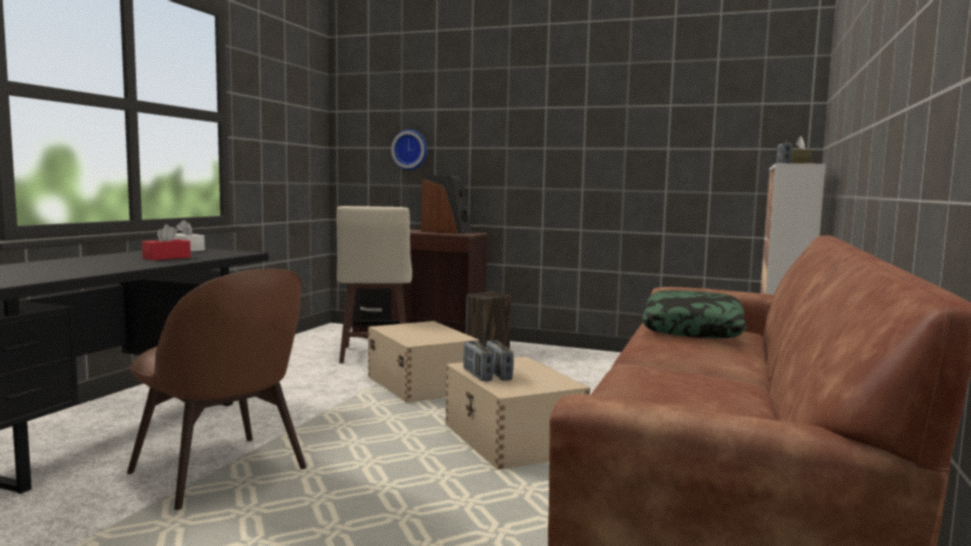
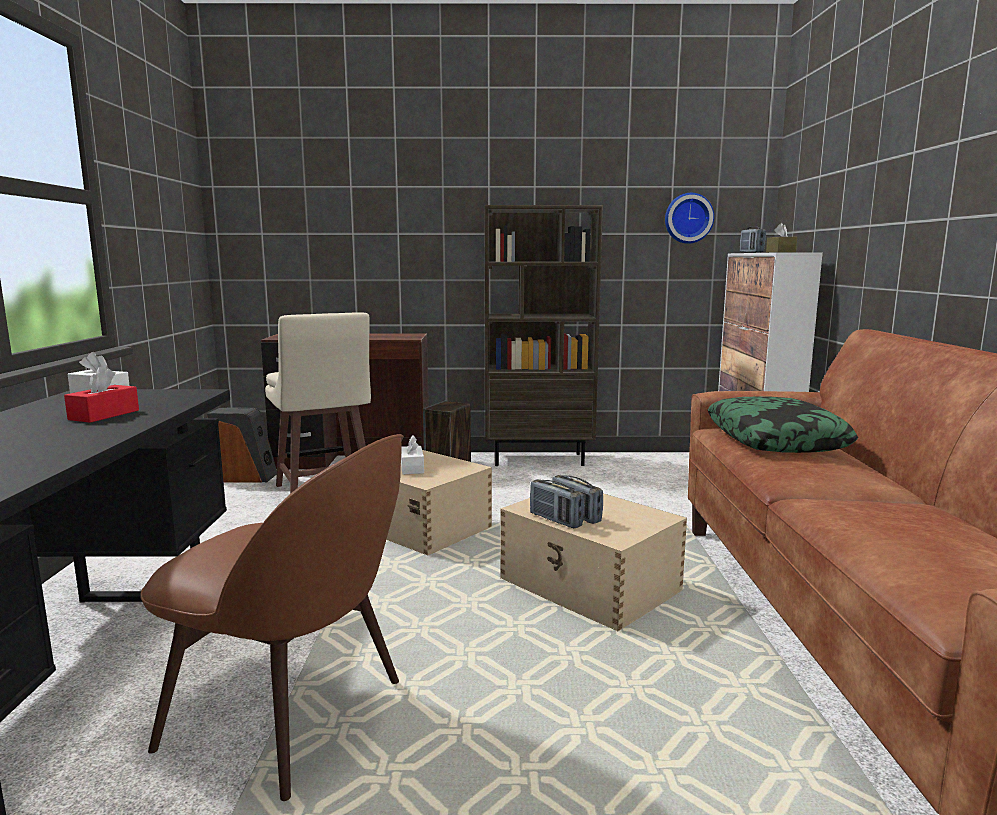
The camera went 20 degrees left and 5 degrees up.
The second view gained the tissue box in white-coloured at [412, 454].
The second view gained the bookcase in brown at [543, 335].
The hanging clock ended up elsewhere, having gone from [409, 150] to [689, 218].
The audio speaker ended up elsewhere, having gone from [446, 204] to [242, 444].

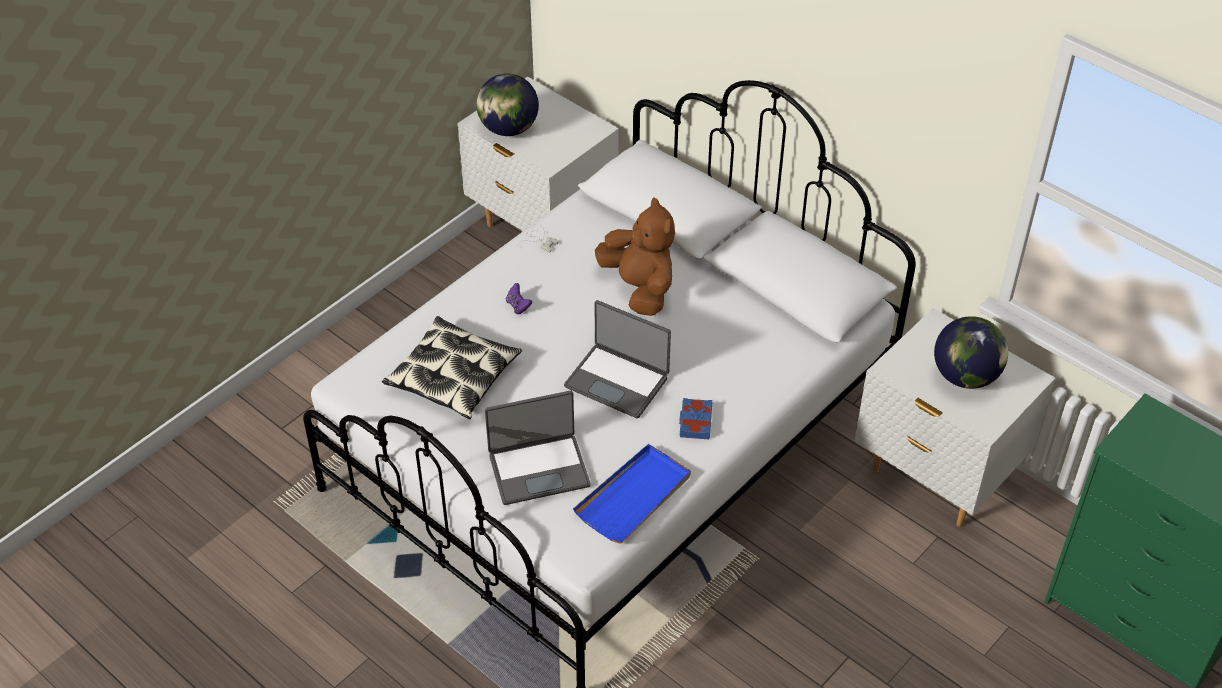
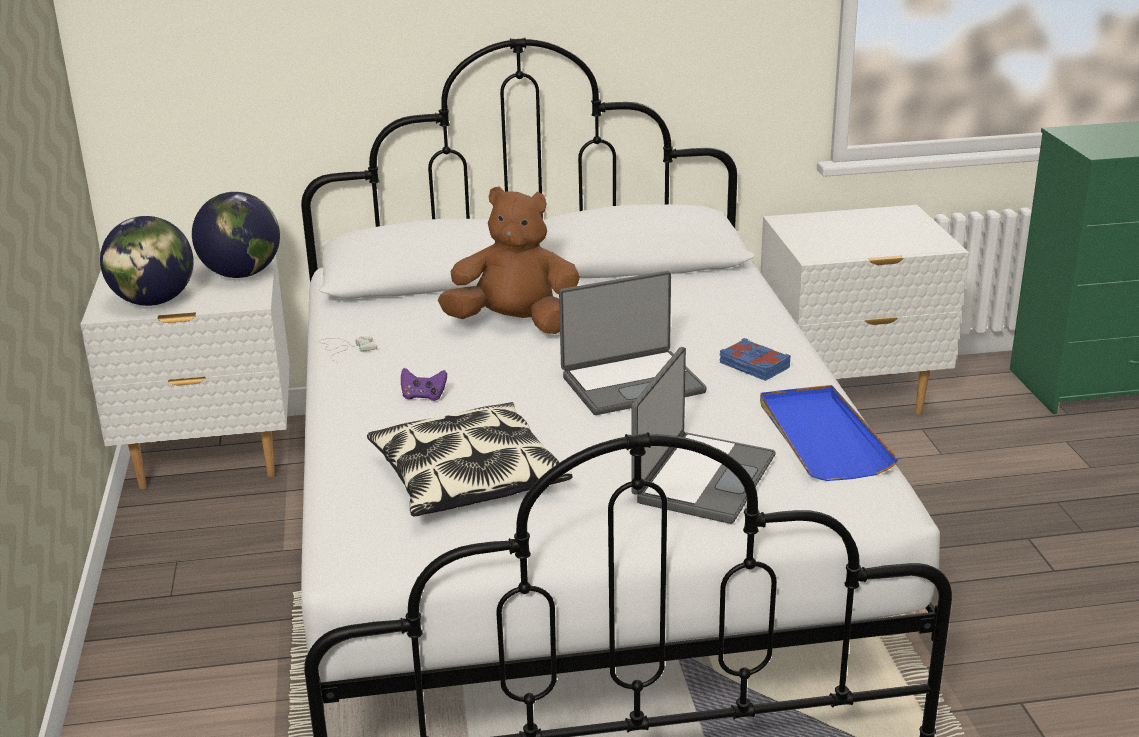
The camera went 50 degrees left and 20 degrees down.
The globe ended up elsewhere, having gone from [971, 352] to [236, 235].

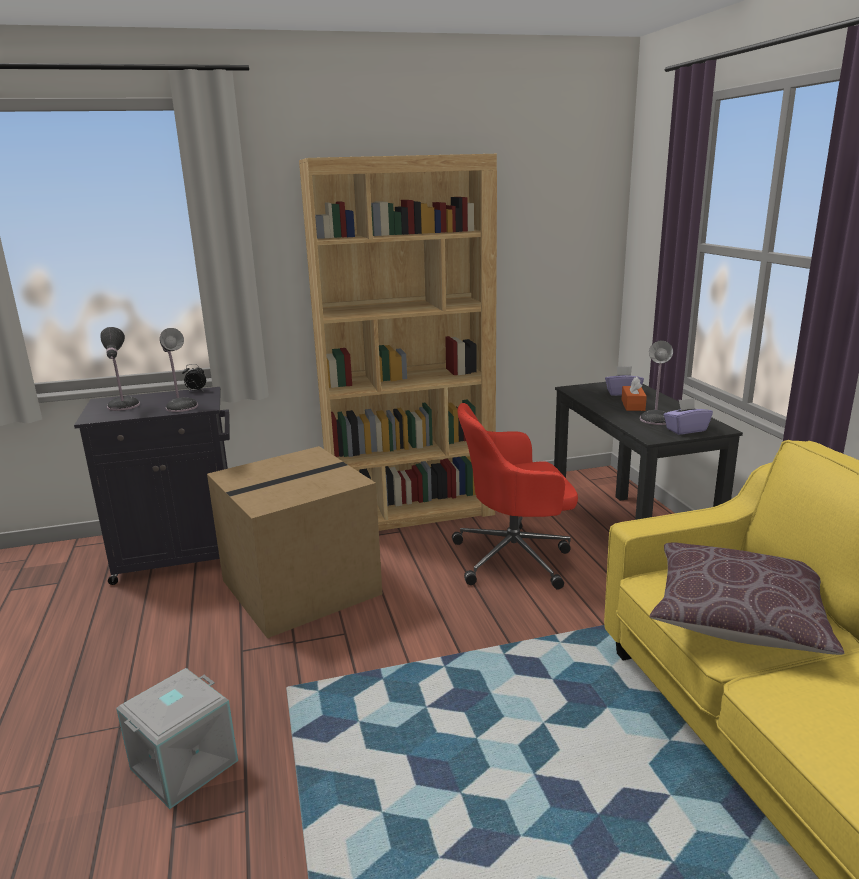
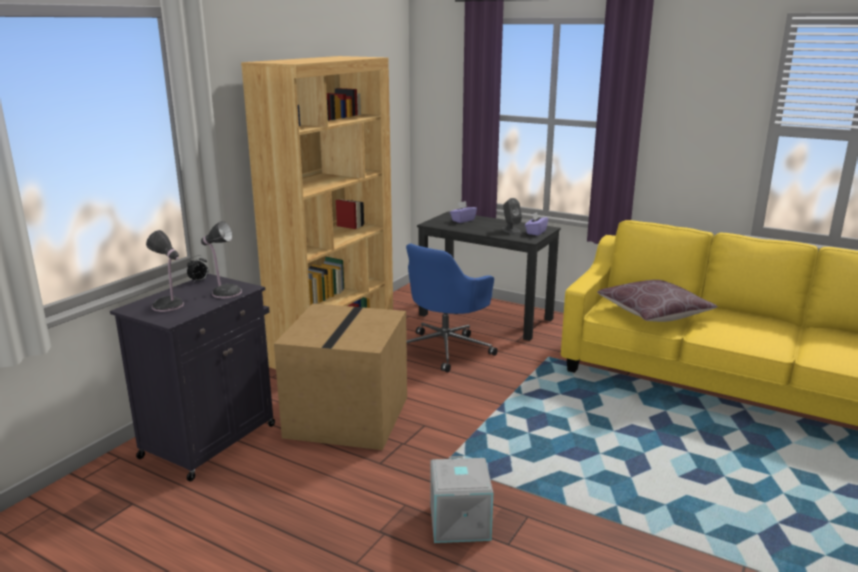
The camera went 45 degrees left and 0 degrees up.
The second view lost the tissue box in orangey at [634, 394].
Where the table lamp stood at [656, 382], the audio speaker in grey came to stand at [512, 216].
What was the desk chair in reddish at [515, 496] turned into the desk chair in bluish at [452, 308].

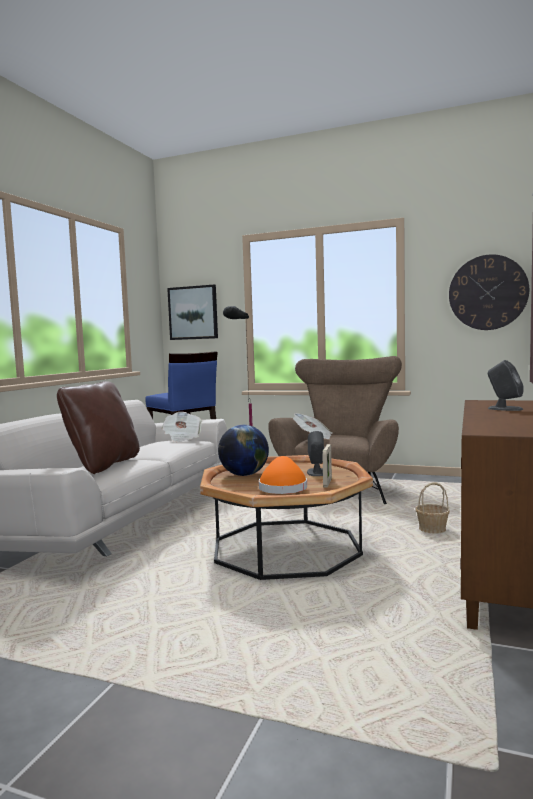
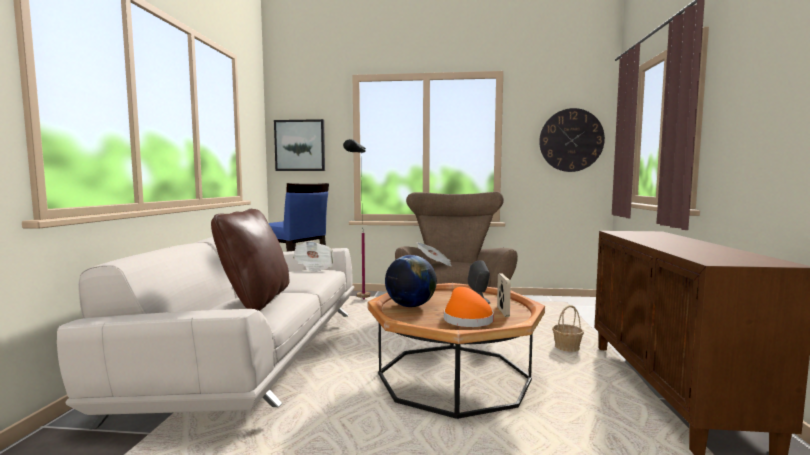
The camera went 15 degrees left and 0 degrees up.
The second view lost the audio speaker in grey at [505, 385].

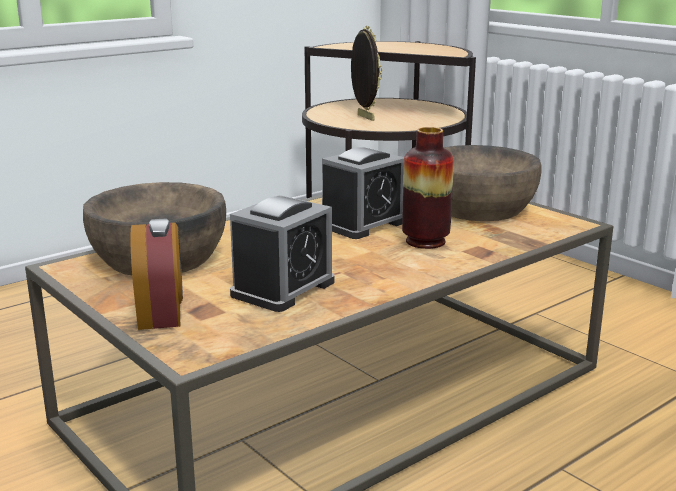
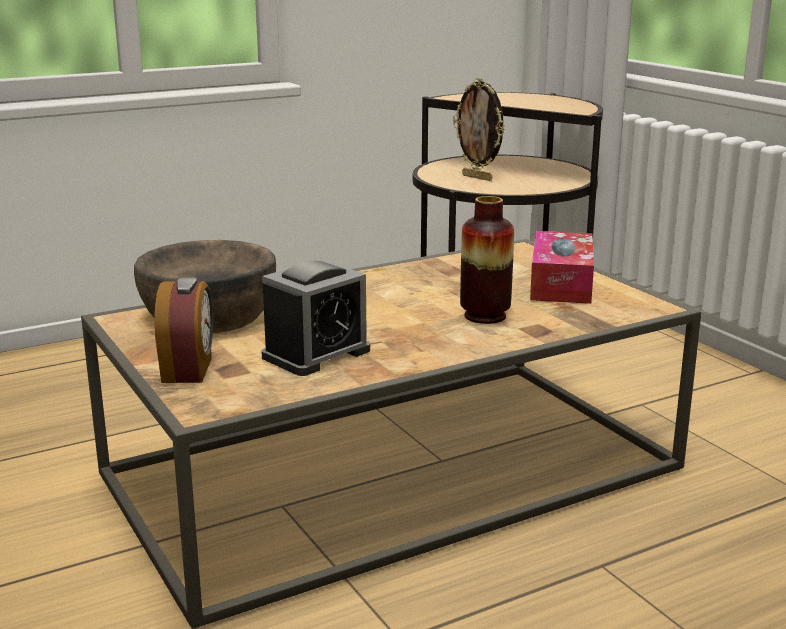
The camera went 10 degrees right and 0 degrees up.
The second view lost the bedside clock at [363, 193].
Where the serving bowl in brown stood at [492, 183], the tissue box came to stand at [562, 267].
The standing frame at [366, 73] ended up facing another way, 150 degrees clockwise from before.

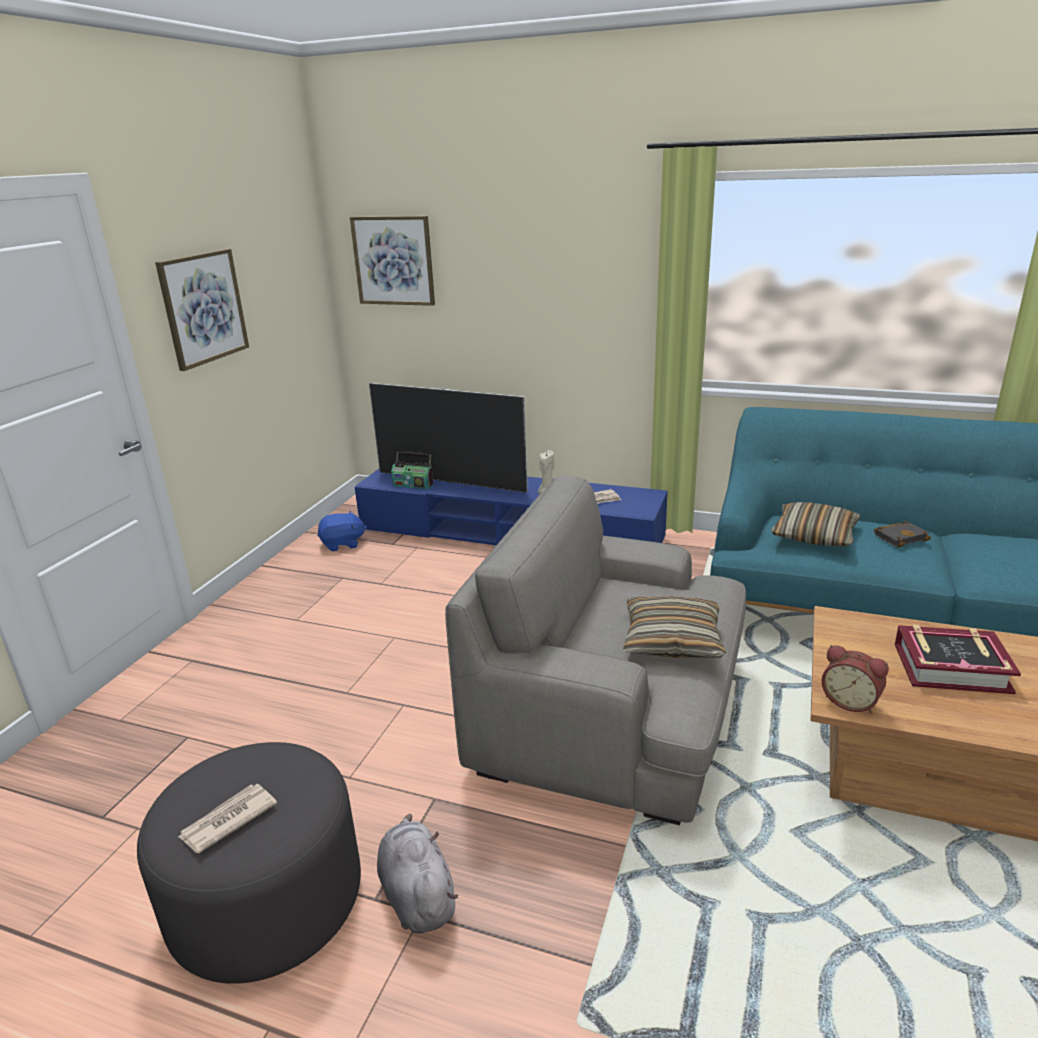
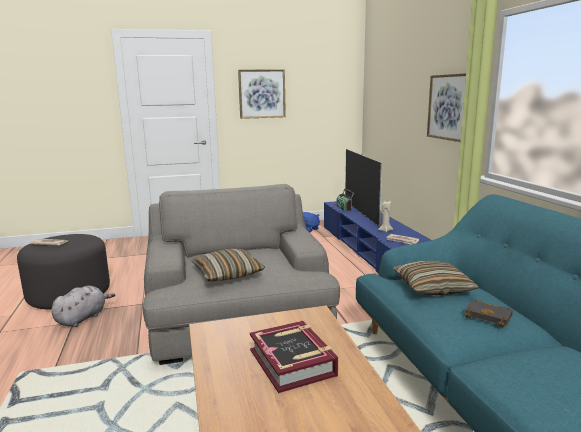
The camera went 55 degrees right and 10 degrees down.
The second view lost the bedside clock at [855, 679].
The wall picture ended up elsewhere, having gone from [392, 261] to [446, 107].

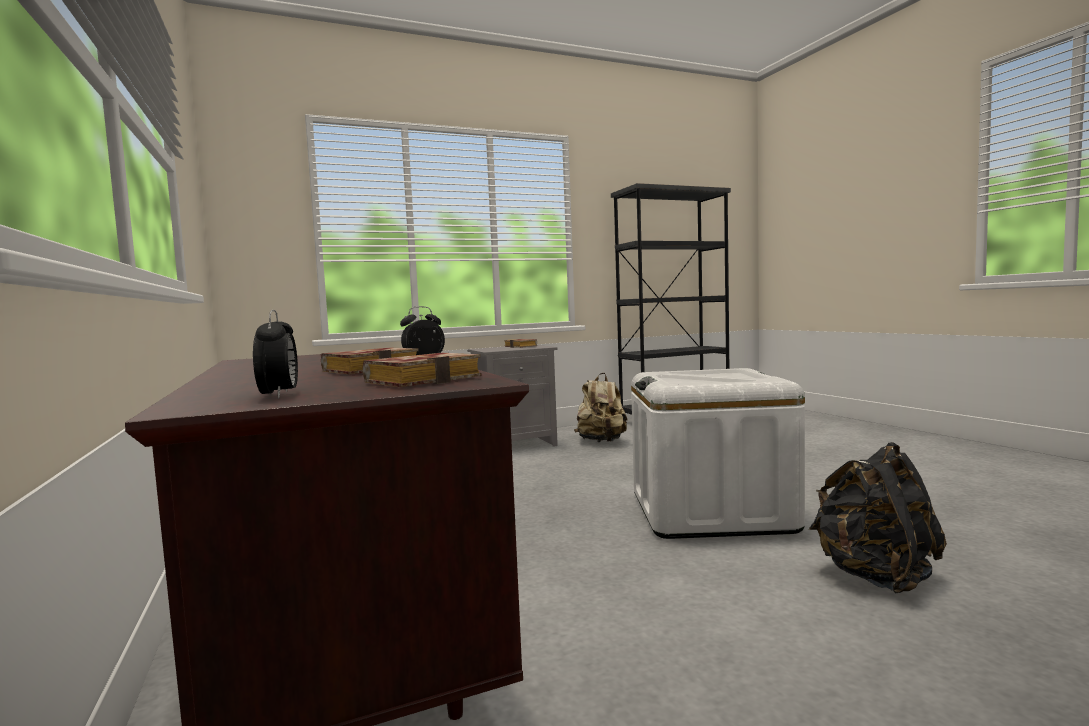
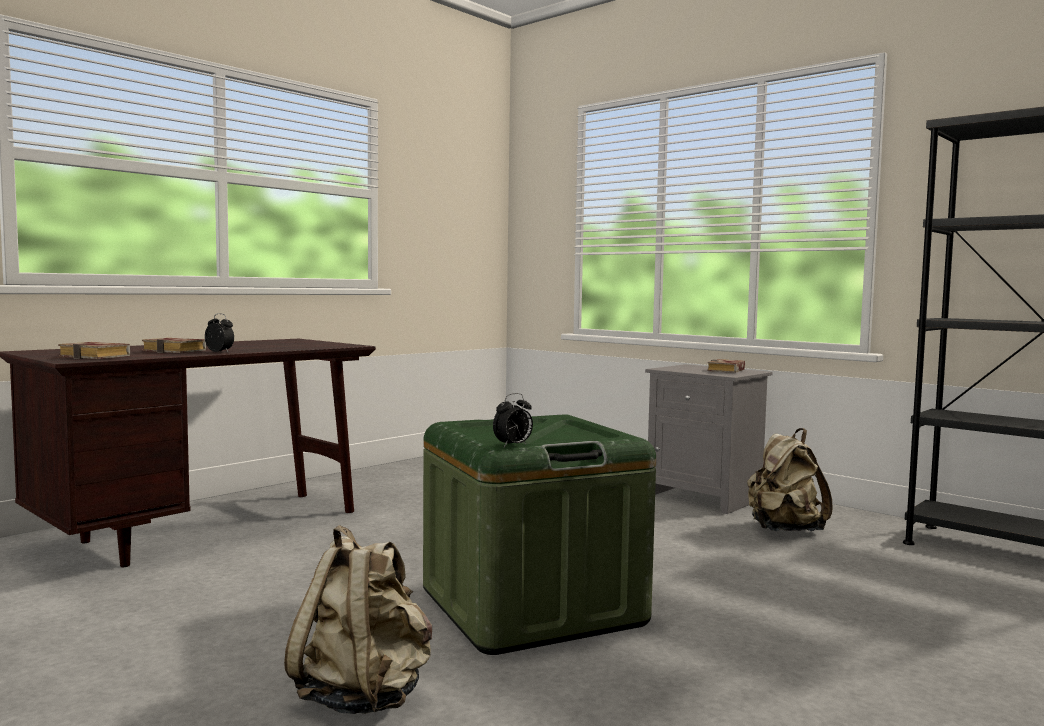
The camera went 65 degrees right and 0 degrees up.
The bedside clock ended up elsewhere, having gone from [275, 354] to [513, 420].
What was the storage container in white-coloured at [718, 453] turned into the storage container in green at [539, 534].
What was the backpack in black at [878, 518] turned into the backpack in beige-coloured at [358, 619].

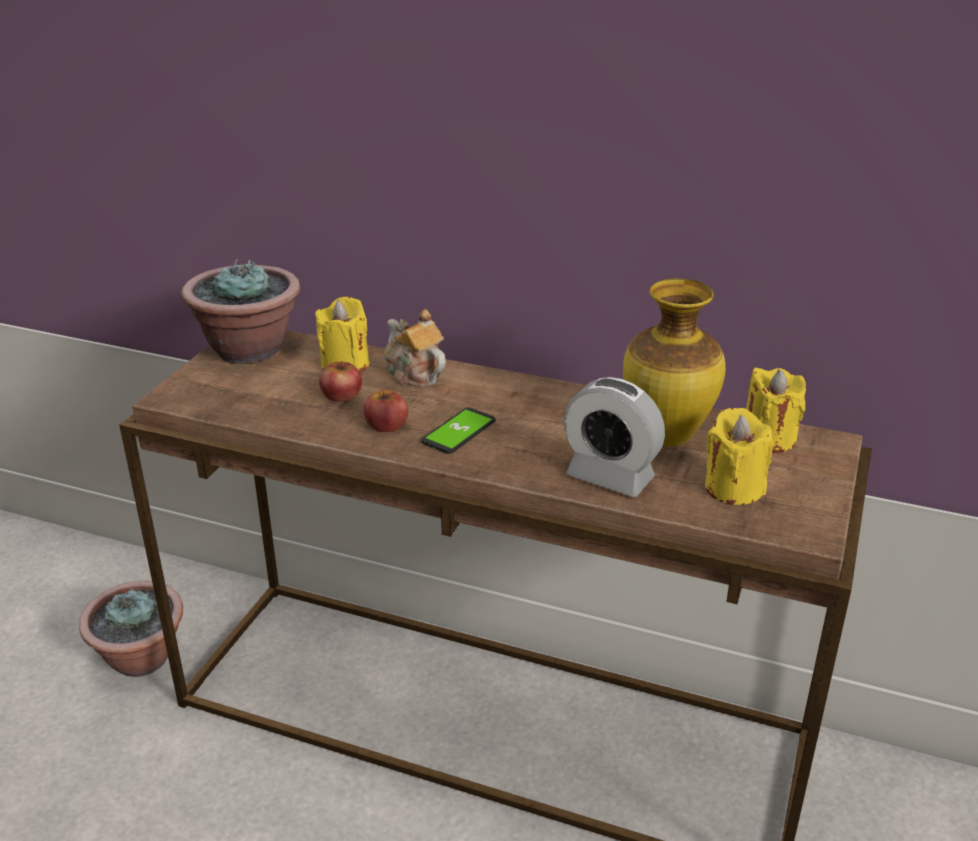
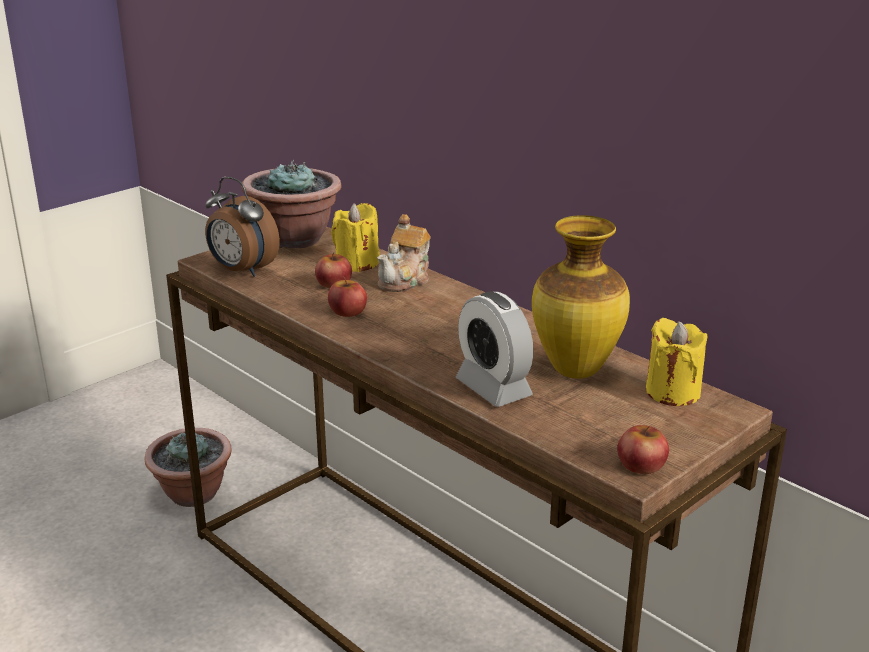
The camera went 25 degrees right and 5 degrees down.
The second view lost the telephone at [458, 431].
The second view lost the wax light in yellow at [739, 456].
The second view gained the bedside clock at [242, 227].
The second view gained the apple at [643, 449].
The tea pot at [415, 348] ended up facing another way, 135 degrees counterclockwise from before.

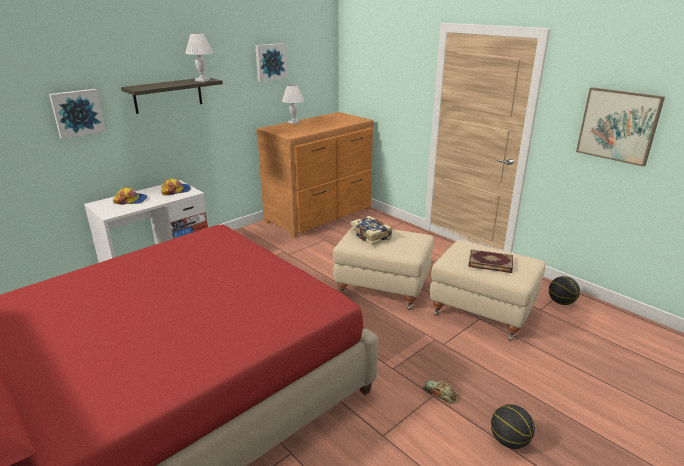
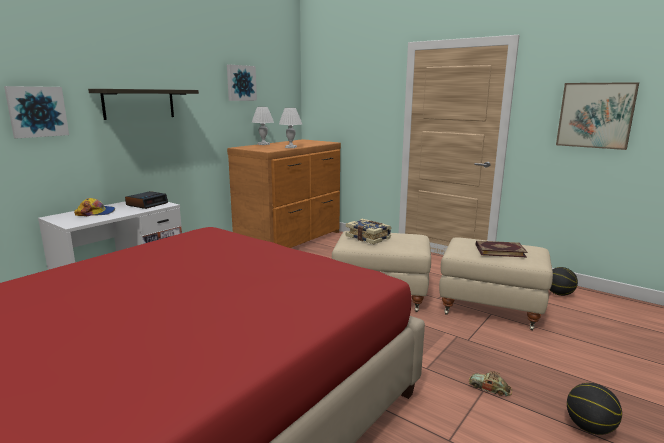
The camera went 10 degrees left and 10 degrees down.
The table lamp in white-coloured ended up elsewhere, having gone from [199, 57] to [290, 128].
Where the peaked cap stood at [176, 187], the bedside clock came to stand at [146, 200].

